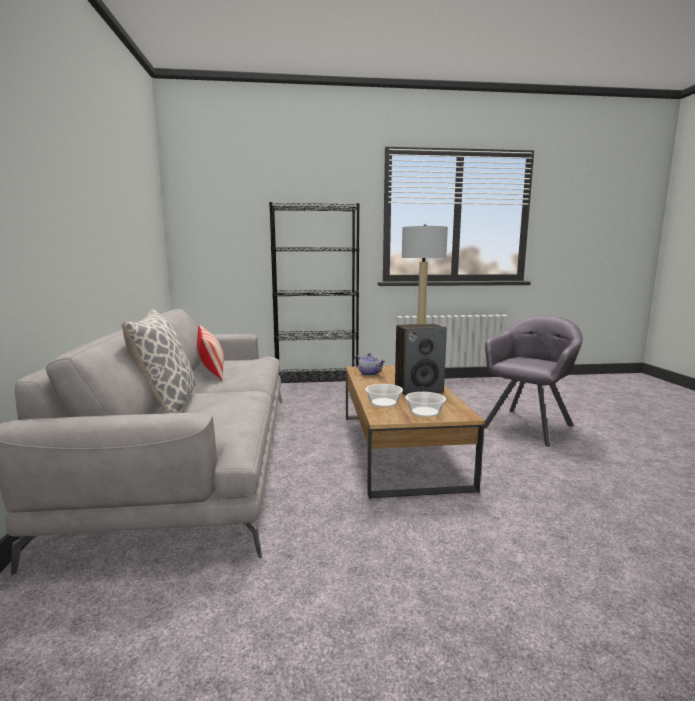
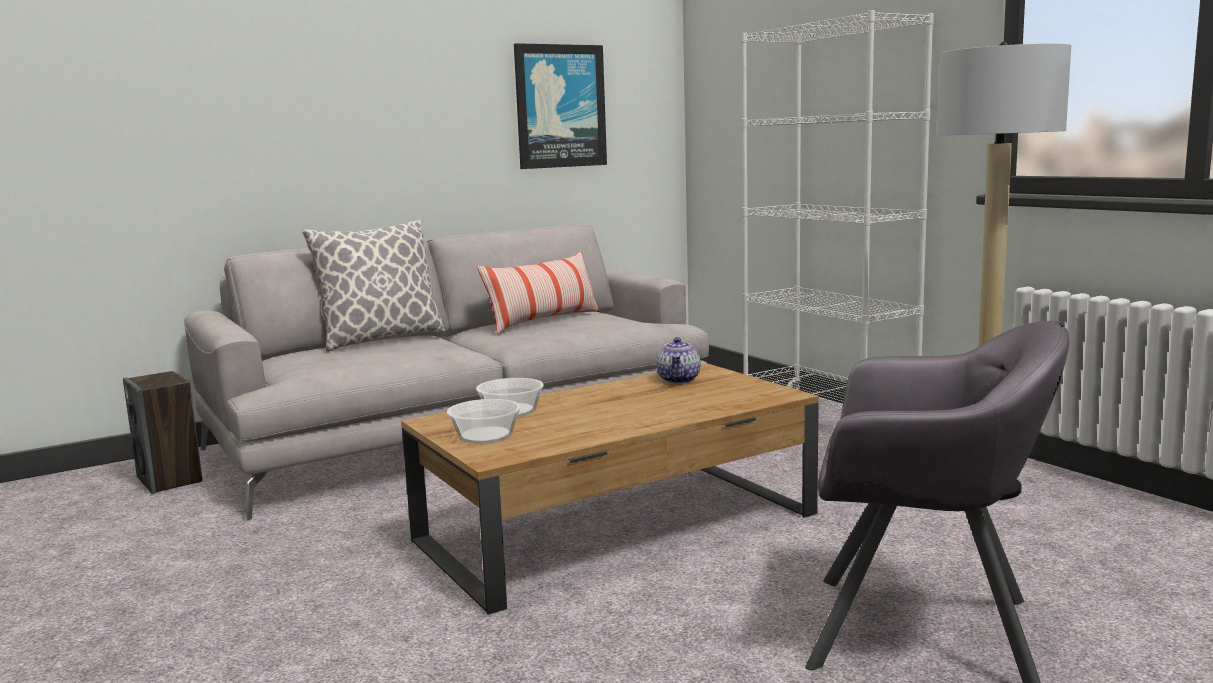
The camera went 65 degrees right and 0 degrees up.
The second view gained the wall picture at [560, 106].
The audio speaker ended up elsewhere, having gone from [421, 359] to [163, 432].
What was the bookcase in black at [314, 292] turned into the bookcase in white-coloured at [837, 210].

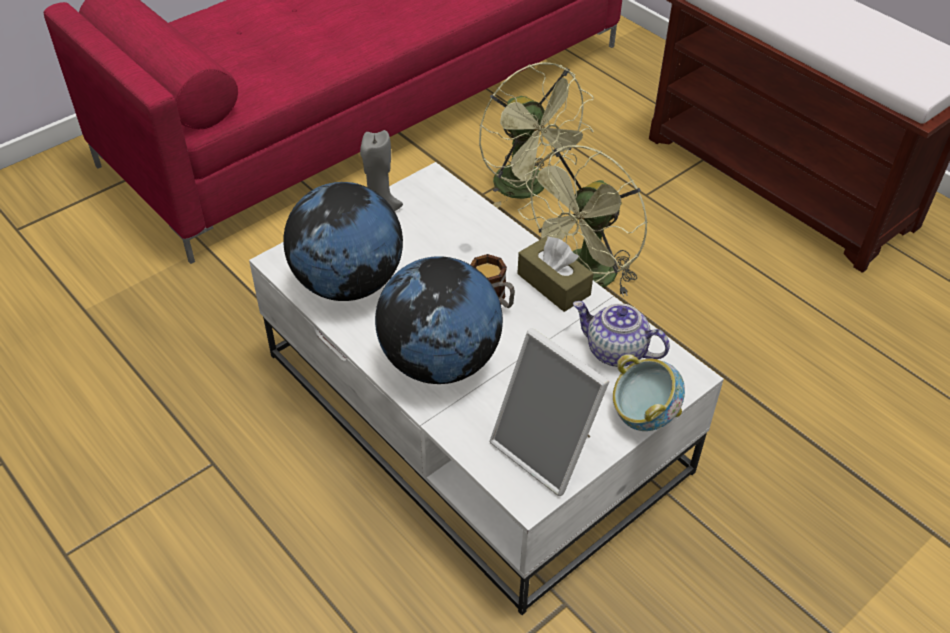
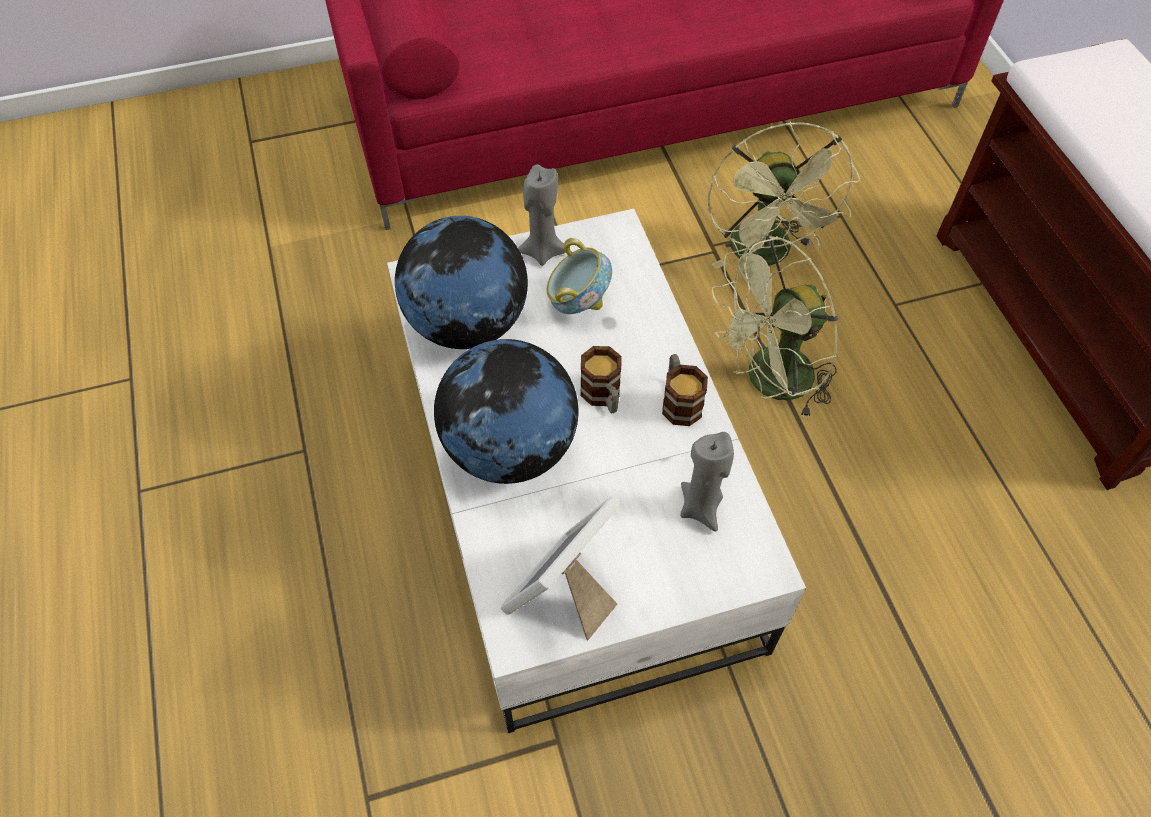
The camera went 25 degrees right and 10 degrees up.
The serving bowl ended up elsewhere, having gone from [649, 392] to [579, 276].
Where the tissue box in brown stood at [555, 274], the mug came to stand at [685, 390].
Where the tea pot stood at [621, 334], the wax light in grey came to stand at [707, 482].
The standing frame at [549, 412] ended up facing another way, 60 degrees clockwise from before.

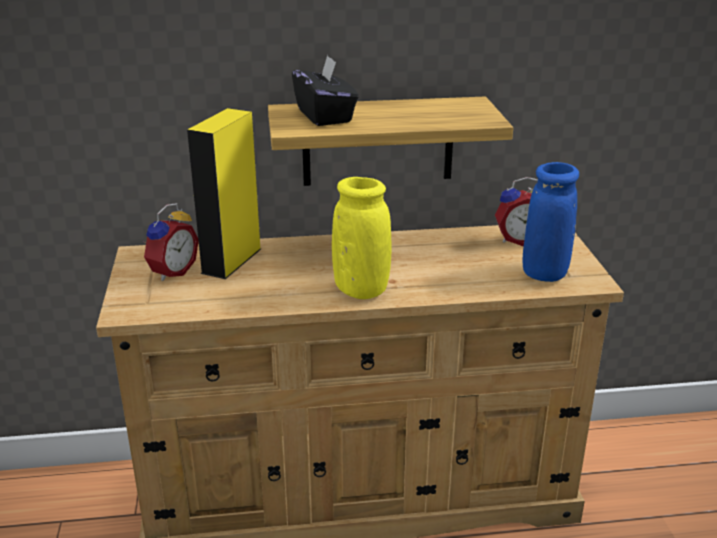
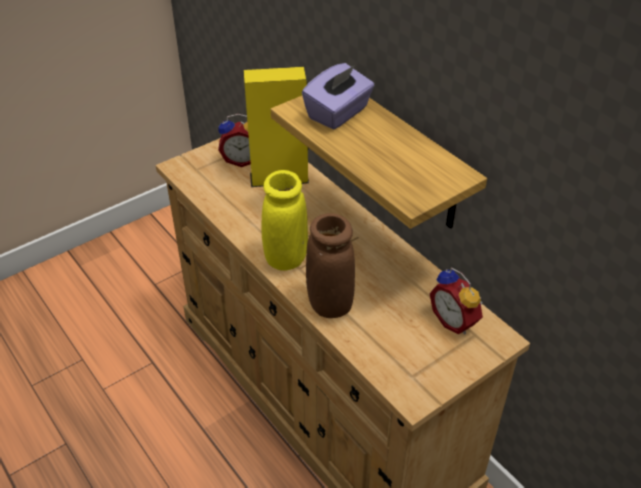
The camera went 60 degrees right and 15 degrees up.
The second view lost the vase in bluish at [551, 222].
The second view gained the vase in brown at [330, 265].
What was the tissue box in black at [325, 90] turned into the tissue box in purplish at [338, 96].

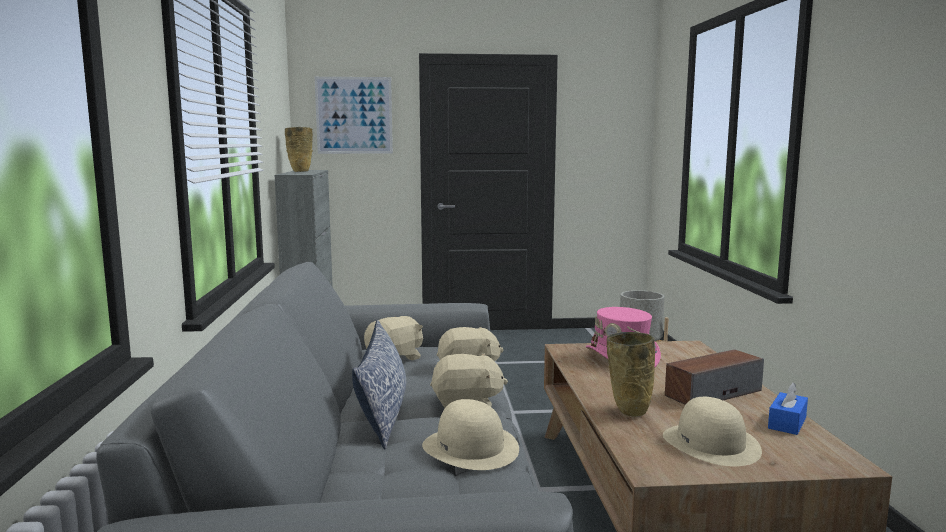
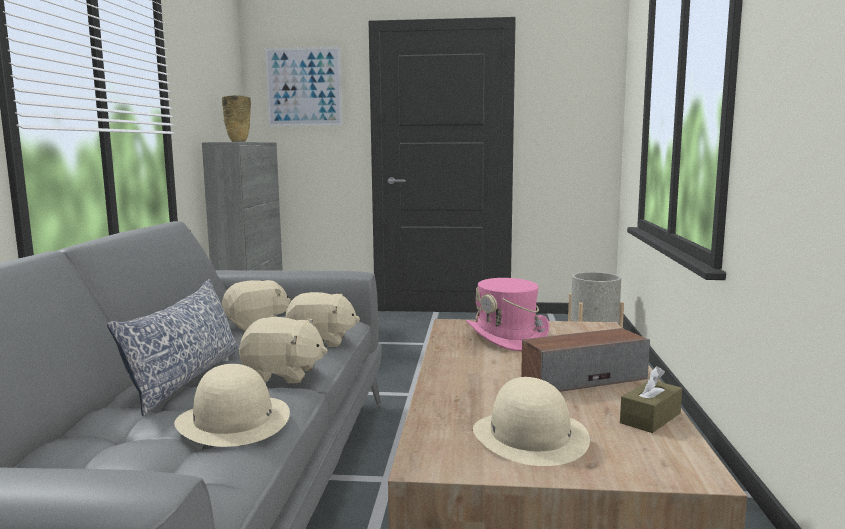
The camera went 10 degrees right and 0 degrees up.
The second view lost the vase in beige-coloured at [631, 374].
What was the tissue box in bluish at [788, 408] turned into the tissue box in brown at [651, 399].

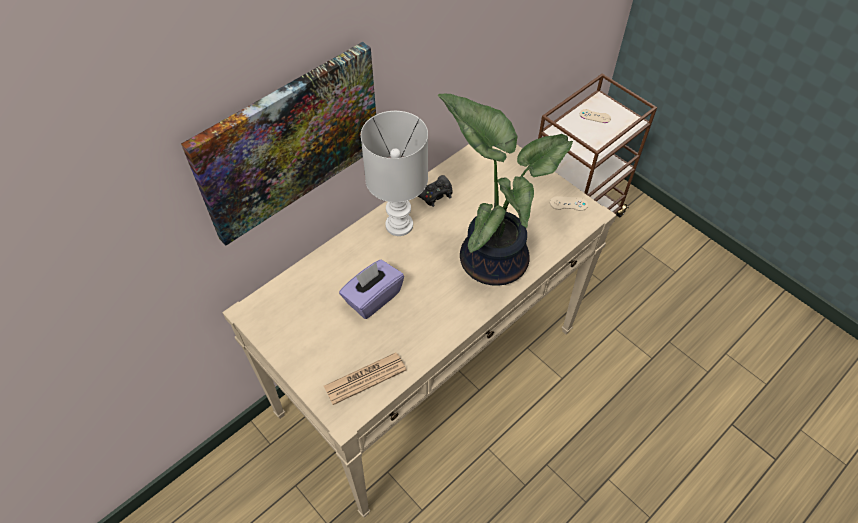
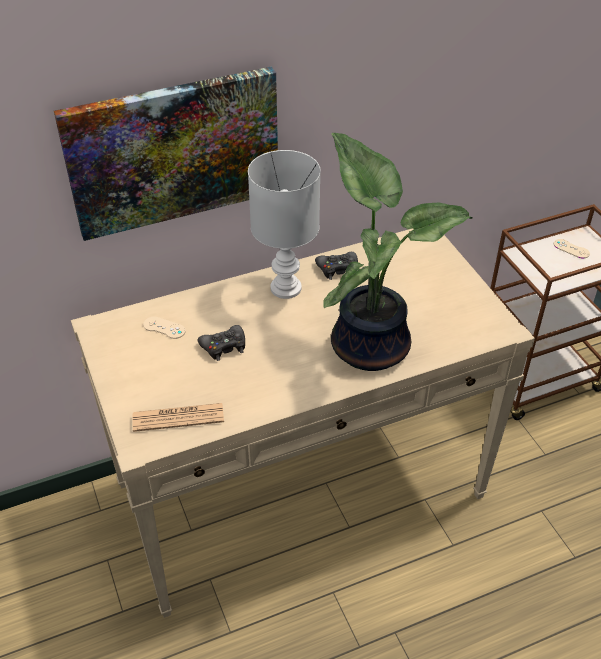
The camera went 20 degrees right and 10 degrees down.
The gamepad in beige-coloured ended up elsewhere, having gone from [569, 203] to [164, 328].
Where the tissue box in purplish stood at [371, 289], the gamepad in black came to stand at [221, 343].

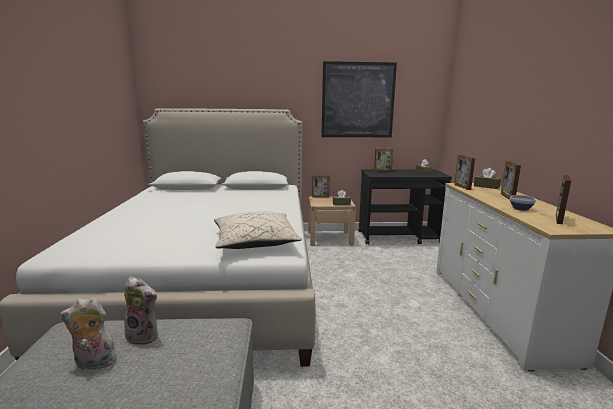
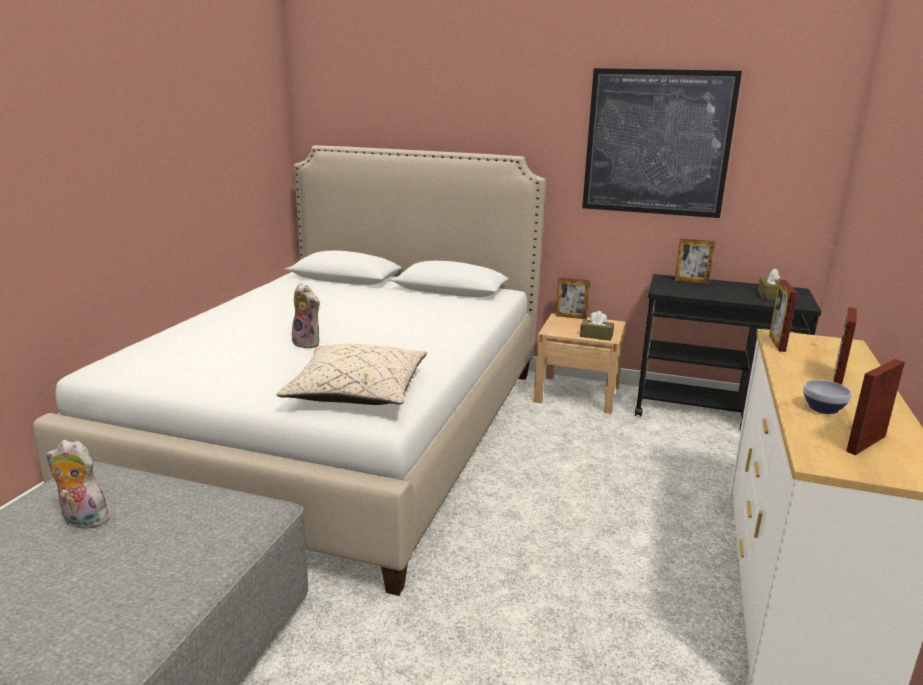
The camera went 20 degrees right and 5 degrees up.
The second view lost the tissue box in brown at [487, 178].
The cuddly toy ended up elsewhere, having gone from [141, 311] to [306, 316].

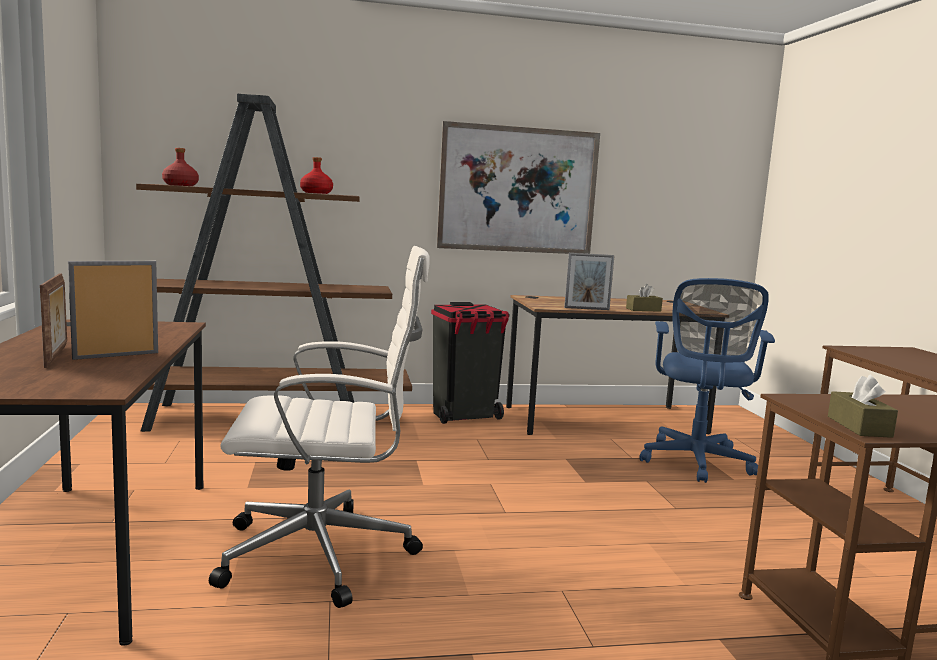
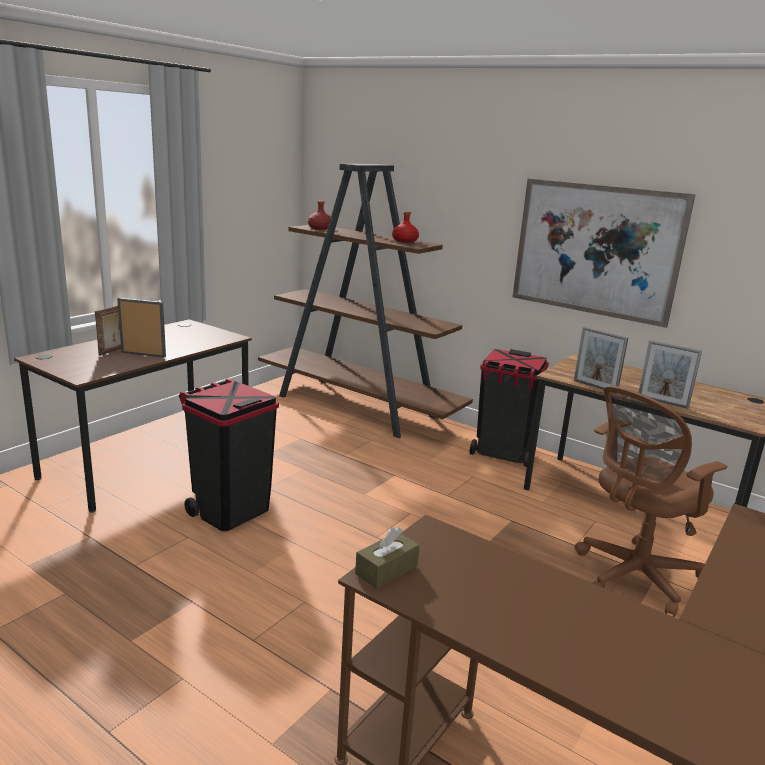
The camera went 45 degrees right and 10 degrees up.
Where the desk chair in white-coloured stood at [319, 427], the trash can in black came to stand at [229, 455].
Where the tissue box in brown stood at [644, 298], the standing frame came to stand at [670, 374].
What was the desk chair in bluish at [707, 380] turned into the desk chair in brown at [651, 501].

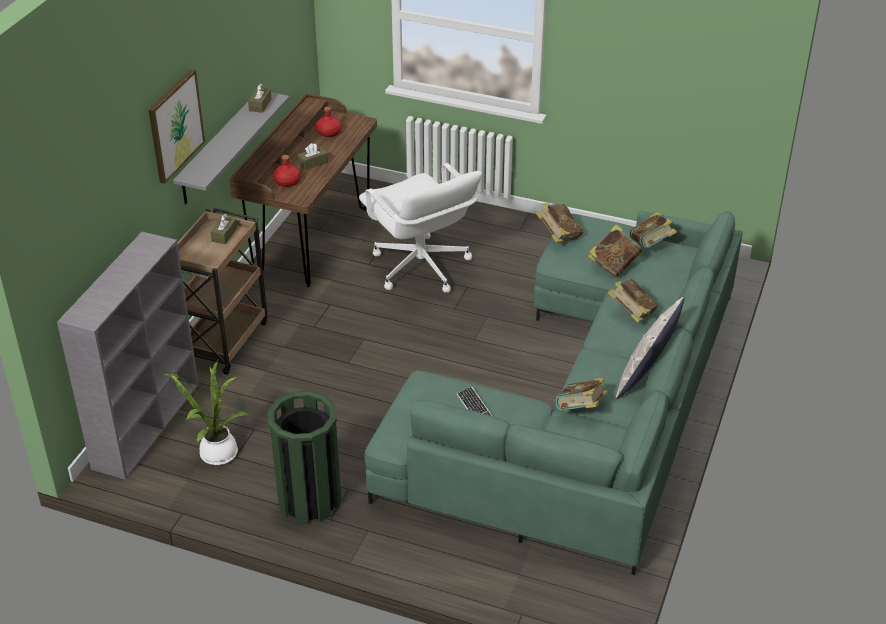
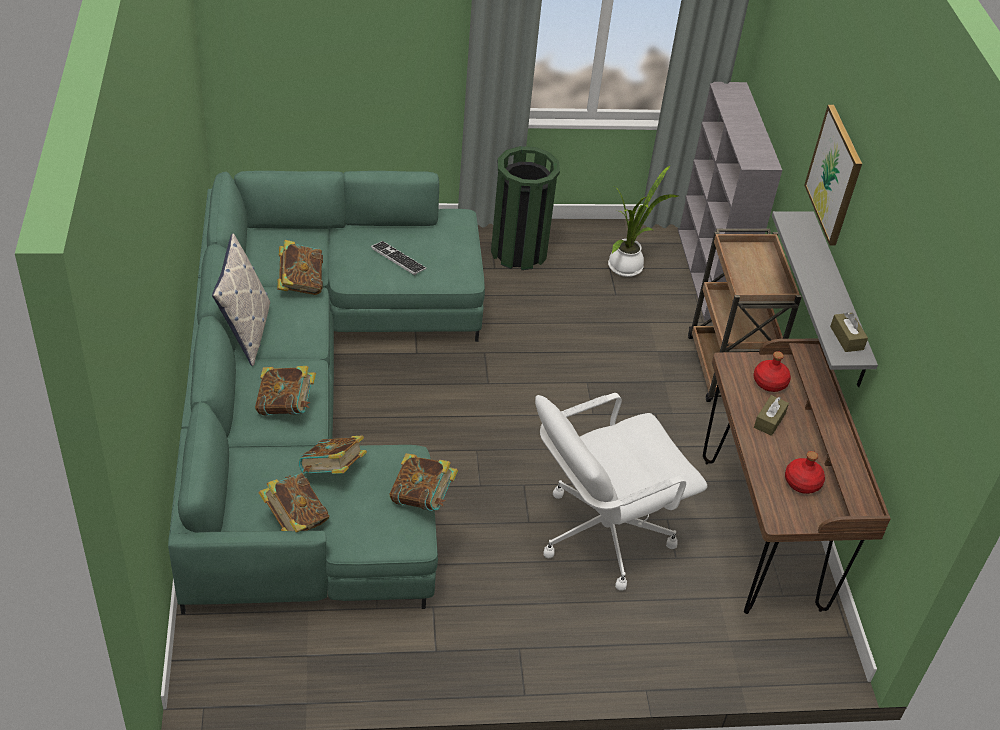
The camera went 150 degrees right and 5 degrees up.
The second view lost the tissue box in brown at [223, 229].
The desk chair in white-coloured at [420, 228] ended up facing another way, 60 degrees counterclockwise from before.

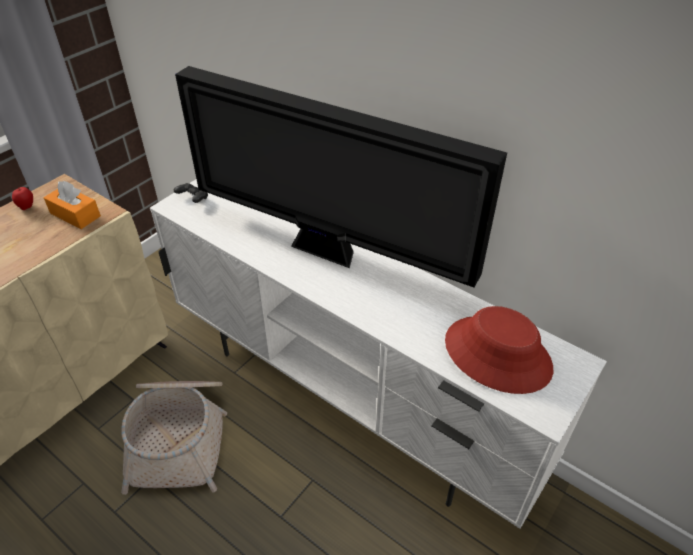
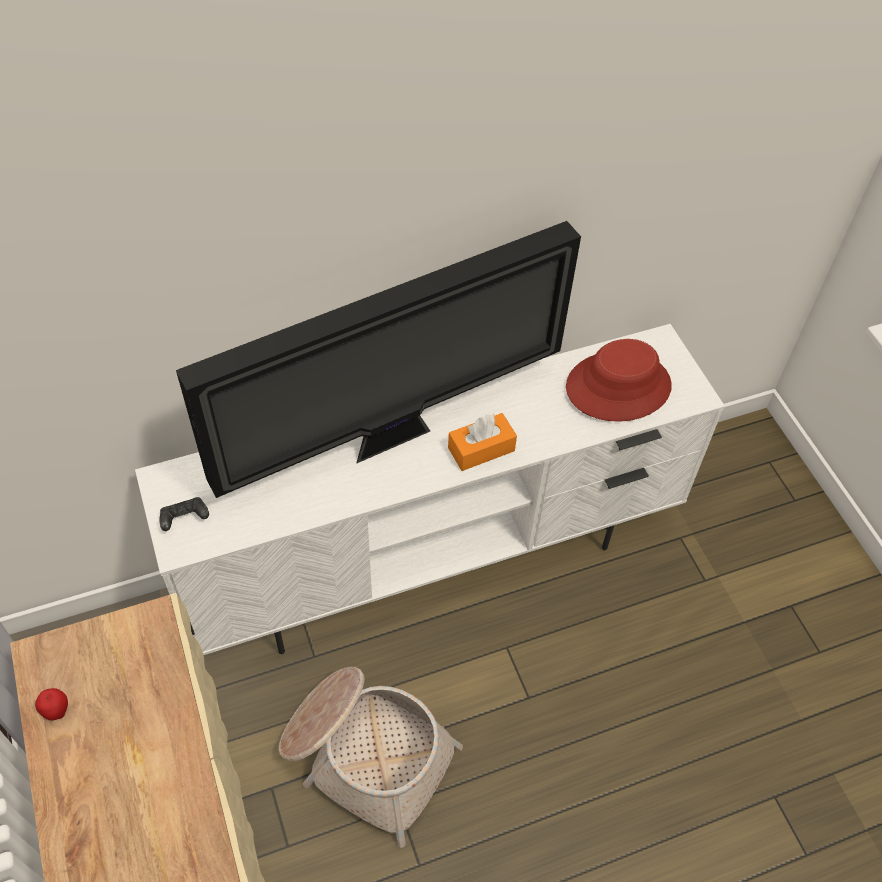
The camera went 60 degrees left and 10 degrees up.
The tissue box in orangey ended up elsewhere, having gone from [72, 205] to [482, 442].

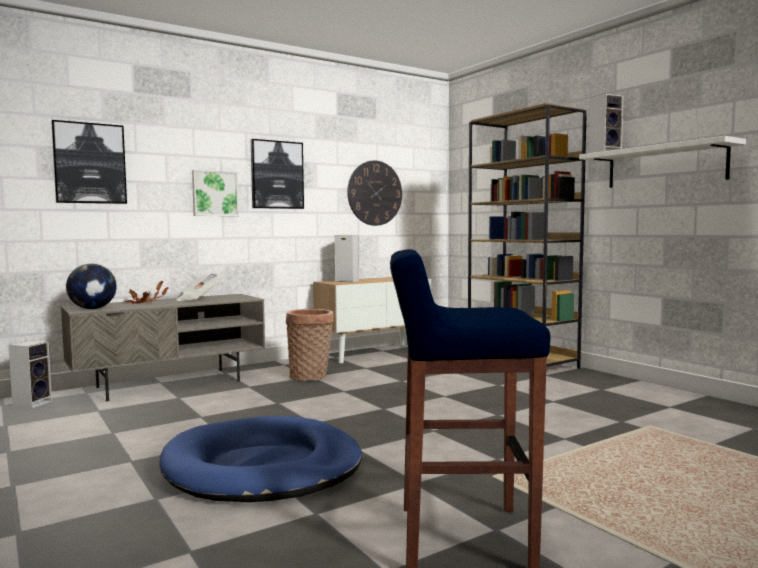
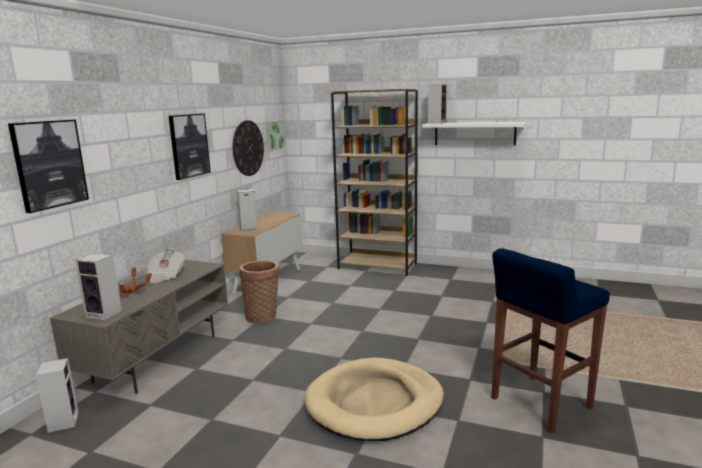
The camera went 35 degrees left and 10 degrees up.
The wall picture ended up elsewhere, having gone from [215, 193] to [275, 136].
Where the globe stood at [91, 286], the audio speaker came to stand at [98, 286].
What was the pet bed in bluish at [260, 459] turned into the pet bed in beige-coloured at [374, 399].

